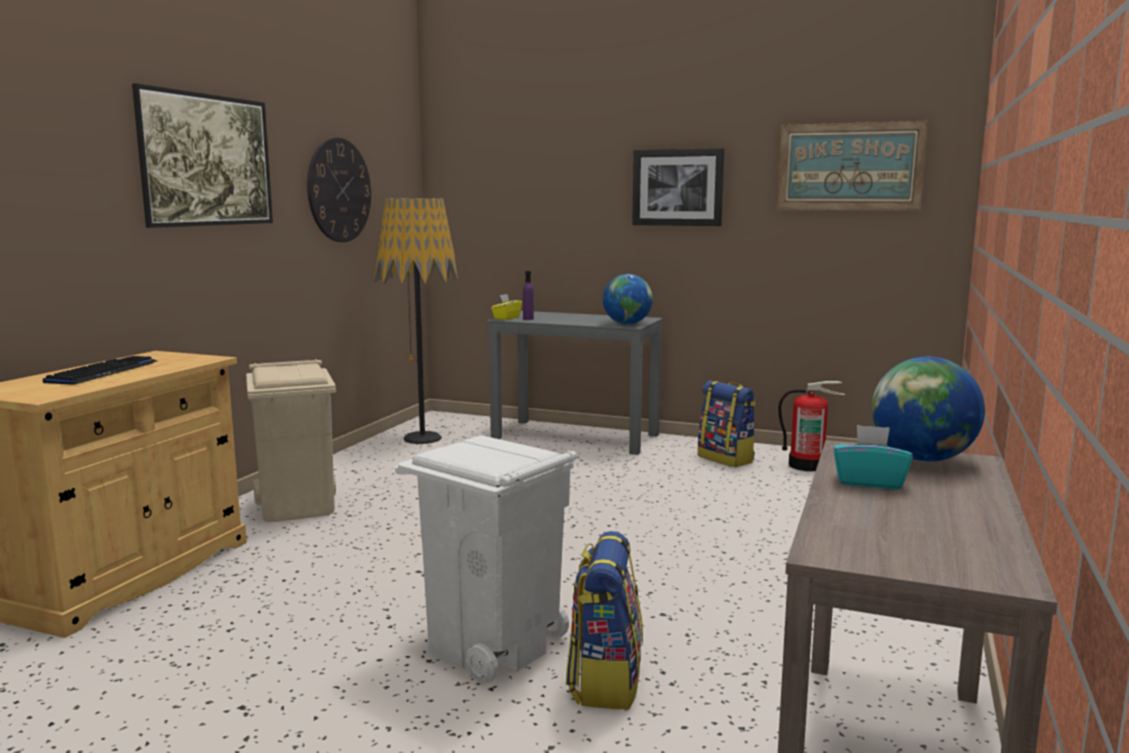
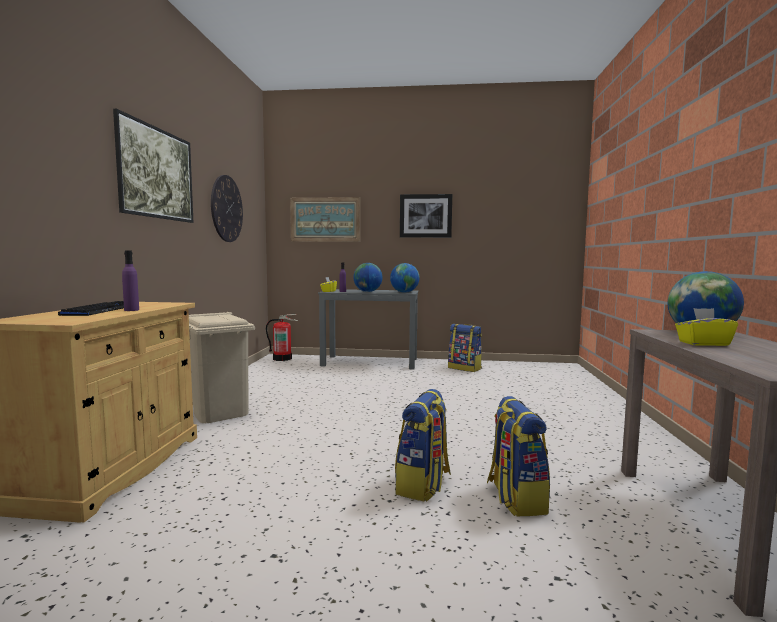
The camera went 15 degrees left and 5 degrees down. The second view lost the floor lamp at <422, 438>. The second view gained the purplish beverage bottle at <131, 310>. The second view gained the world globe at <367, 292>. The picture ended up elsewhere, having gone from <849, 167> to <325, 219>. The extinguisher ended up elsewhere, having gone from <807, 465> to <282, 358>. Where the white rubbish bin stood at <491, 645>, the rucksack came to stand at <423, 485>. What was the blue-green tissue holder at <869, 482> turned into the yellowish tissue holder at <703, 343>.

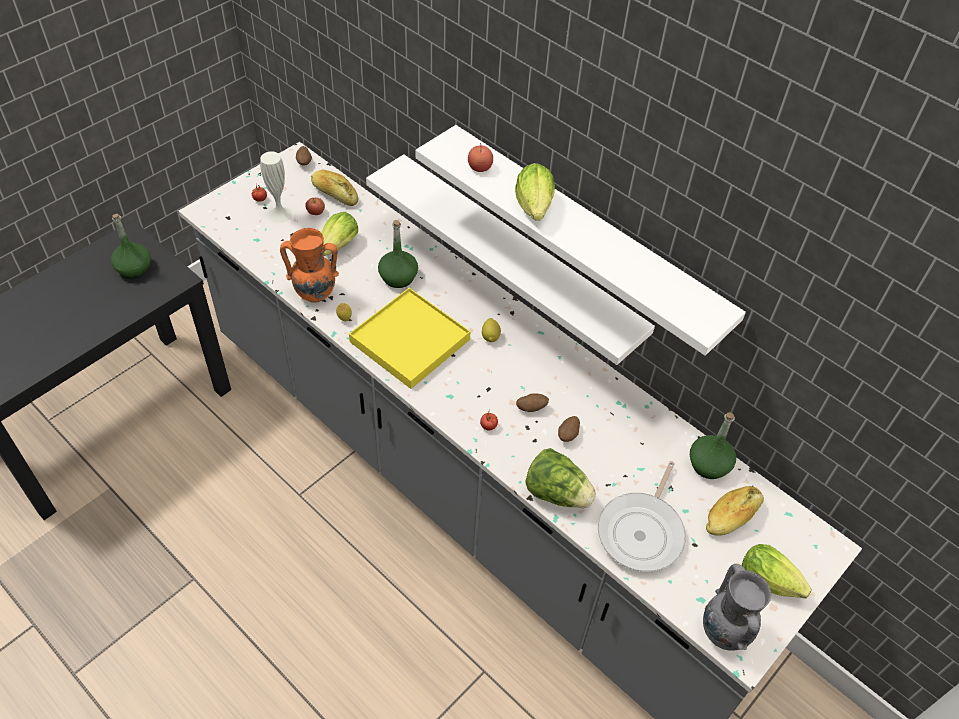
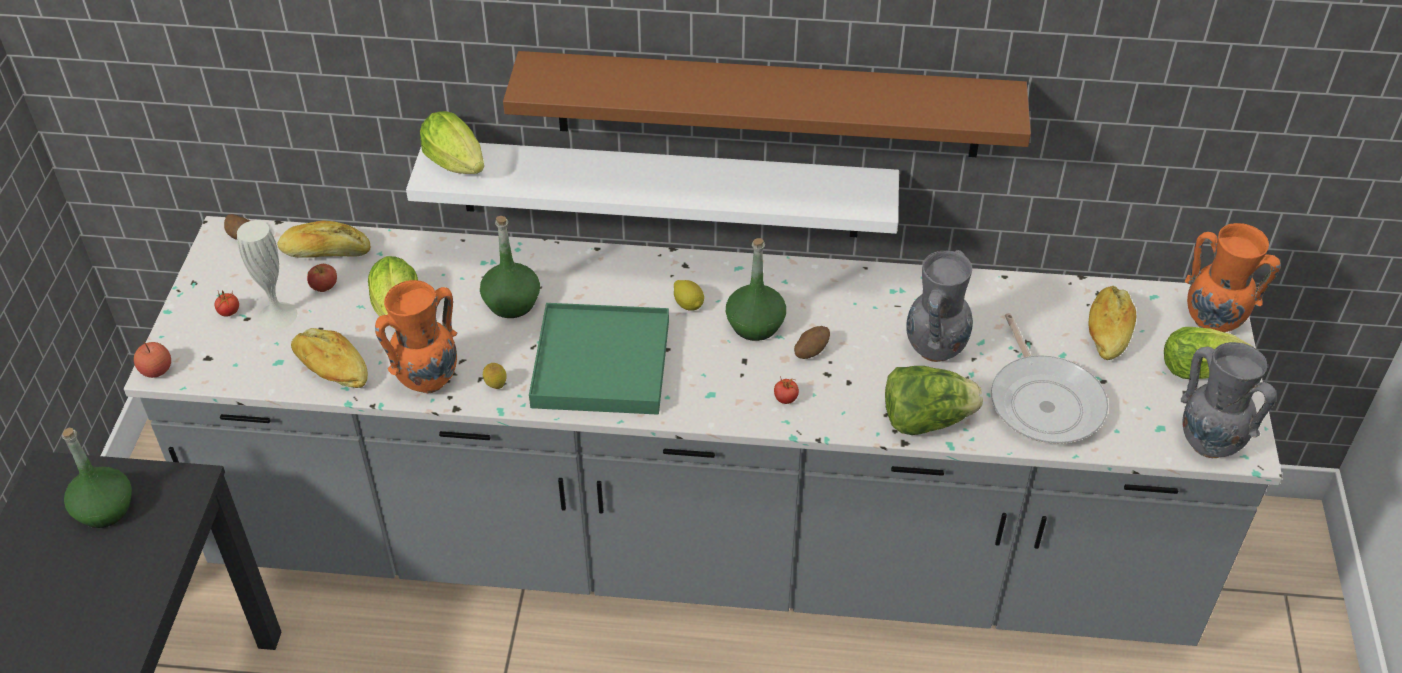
The camera went 35 degrees left and 5 degrees down. The second view lost the spud at <568, 435>. The second view gained the baked bread at <331, 369>. The second view gained the grey vase at <934, 350>. The second view gained the orange-coloured vase at <1213, 323>. The apple fruit ended up elsewhere, having gone from <480, 167> to <156, 370>. The head of lettuce ended up elsewhere, having gone from <534, 209> to <458, 166>. The green-coloured beverage bottle ended up elsewhere, having gone from <708, 464> to <755, 325>. What was the yellowish serving tray at <410, 341> turned into the green-coloured serving tray at <602, 363>. What was the white shelf at <584, 236> turned into the brown shelf at <768, 104>.

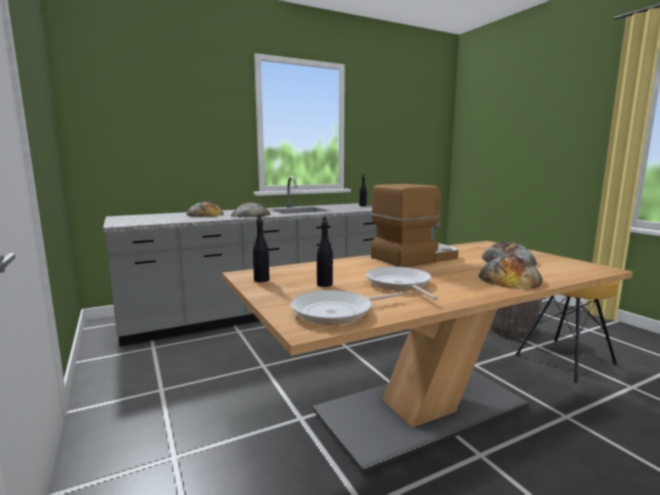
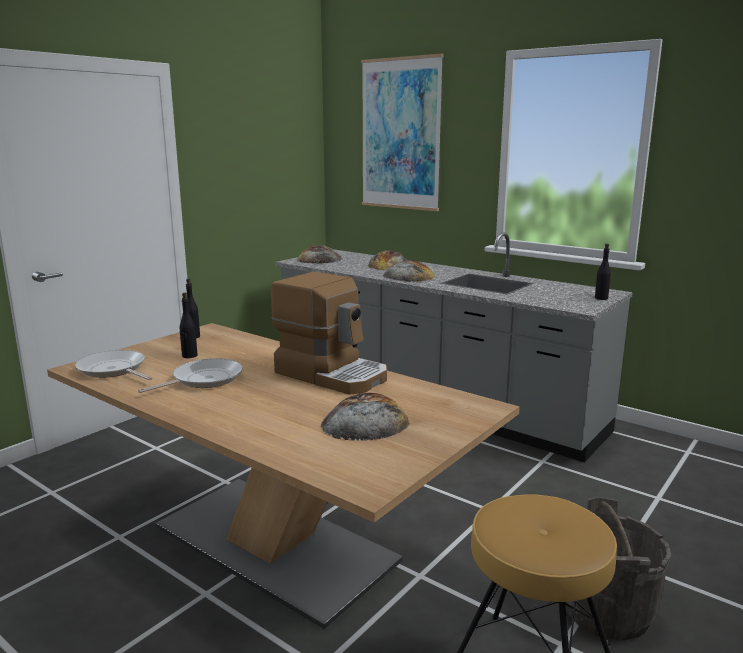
The camera went 65 degrees right and 5 degrees up. The second view gained the picture at <400, 134>. The baked bread ended up elsewhere, having gone from <510, 278> to <319, 259>.

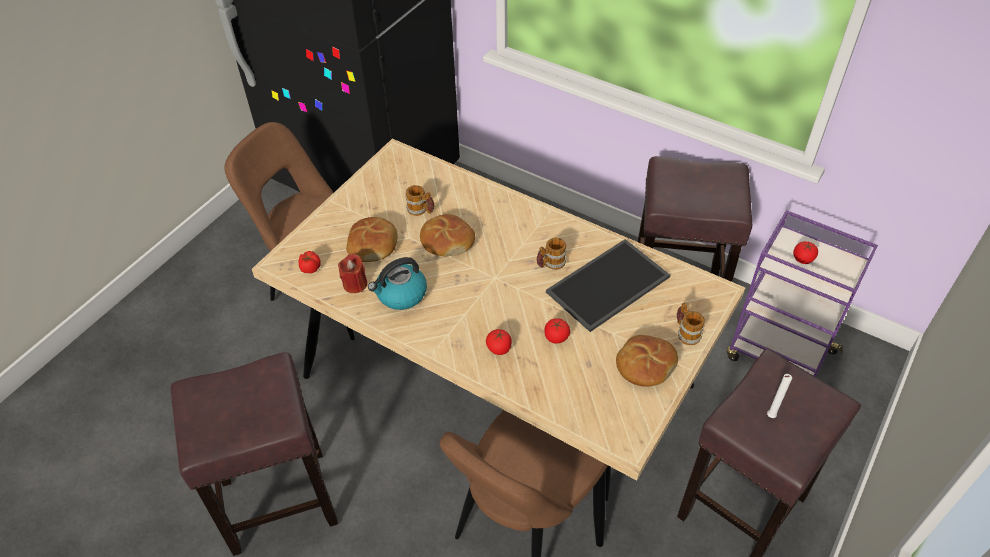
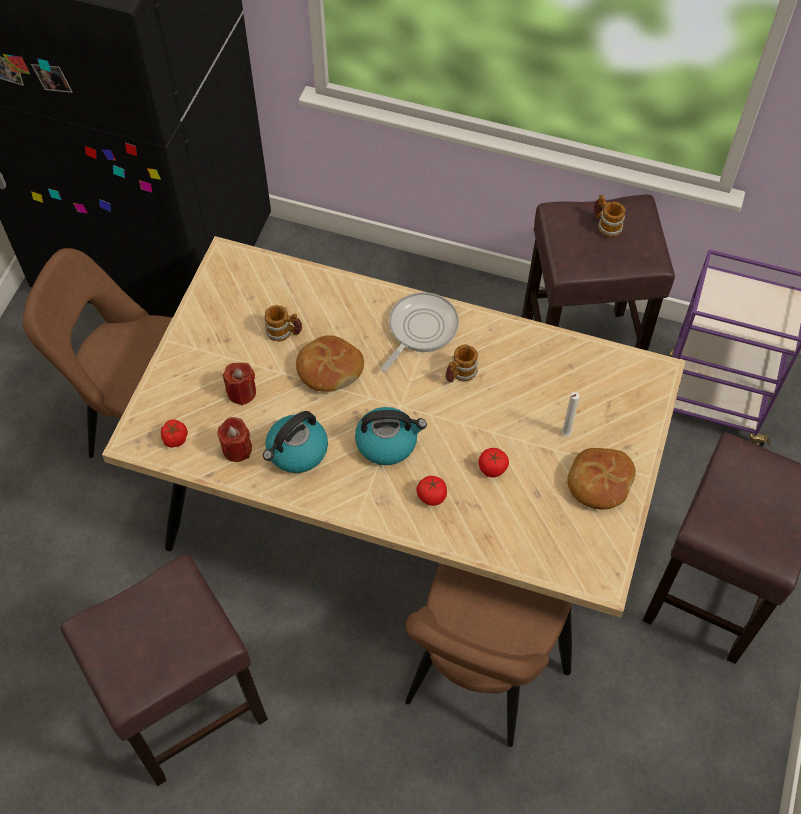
The camera went 15 degrees left and 10 degrees up. The second view lost the serving tray at <608, 286>. The second view lost the fresh tomato at <803, 259>. The second view gained the water kettle at <387, 442>. The second view gained the skillet at <420, 329>. The tea mug ended up elsewhere, having gone from <686, 332> to <606, 225>. The white wax candle ended up elsewhere, having gone from <769, 417> to <564, 434>. Where the baked bread stood at <373, 245>, the reddish wax candle came to stand at <241, 392>.

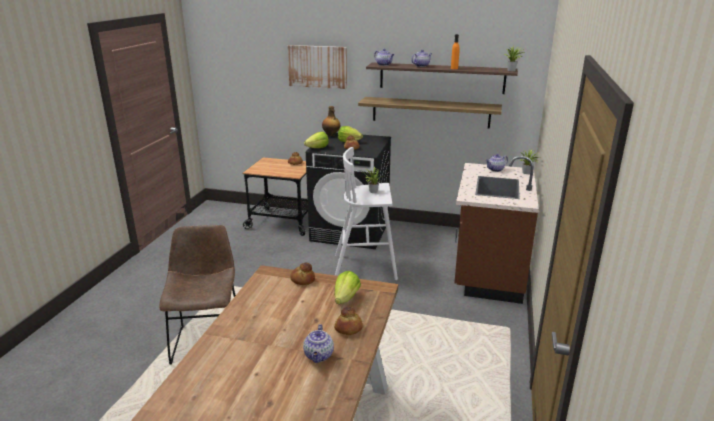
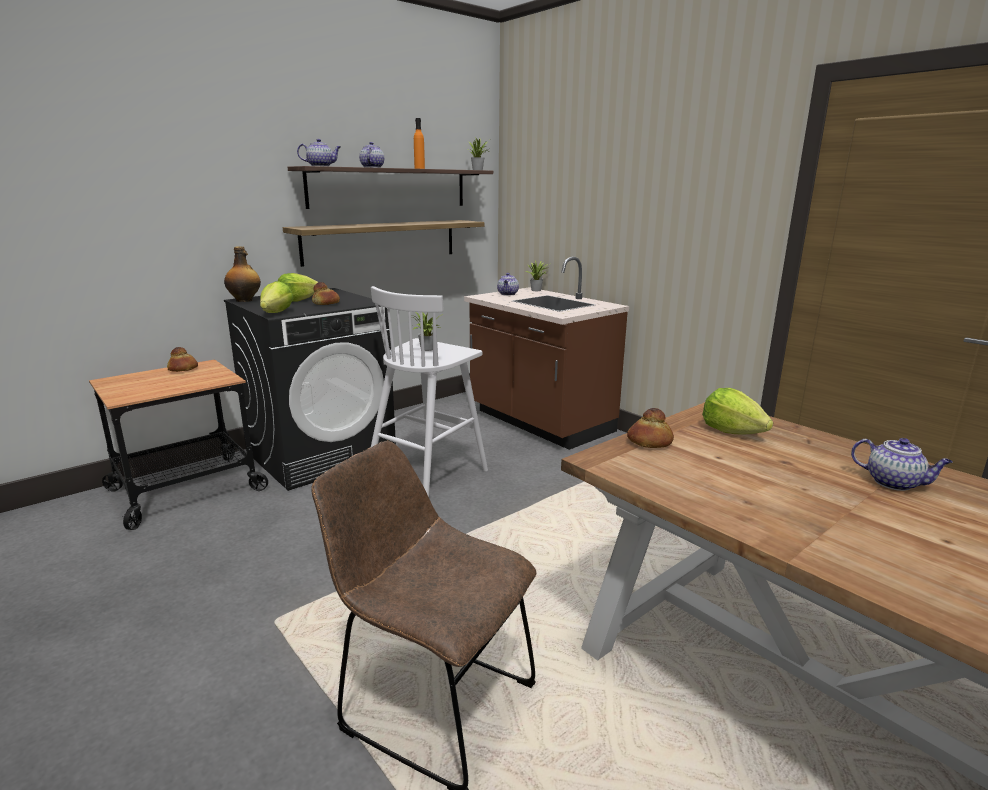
The camera went 55 degrees left and 5 degrees down. The second view lost the picture at <317, 66>. The second view lost the baked bread at <348, 328>.

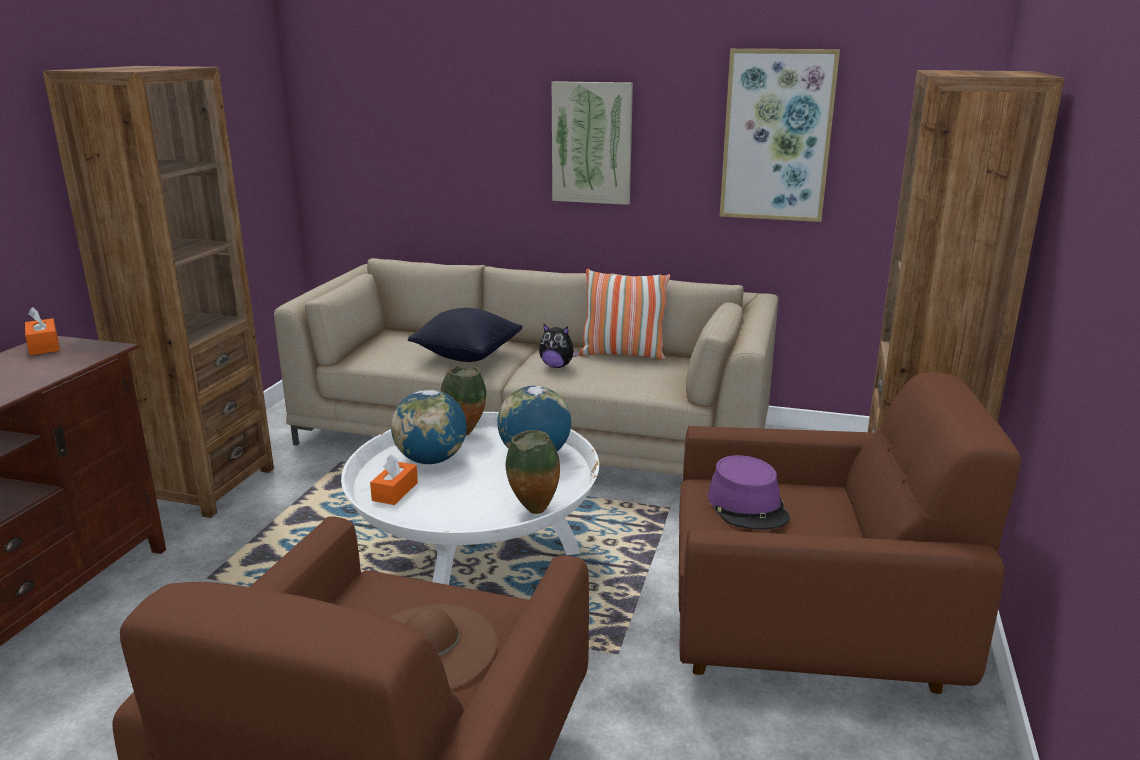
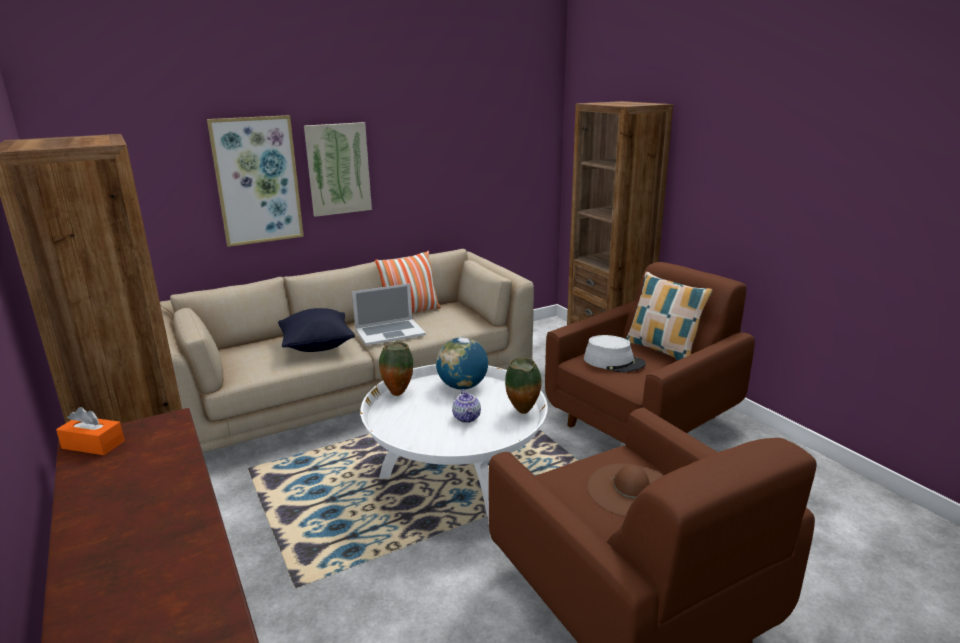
The camera went 45 degrees left and 0 degrees up. The second view lost the orange-coloured tissue holder at <395, 492>. The second view lost the world globe at <431, 460>. The second view gained the teapot at <467, 418>. The second view gained the pillow at <662, 350>. The picture ended up elsewhere, having gone from <777, 136> to <257, 181>. Where the soft toy stood at <557, 366>, the portable computer came to stand at <389, 332>. What was the purplish hat at <748, 506> turned into the grey hat at <614, 362>.

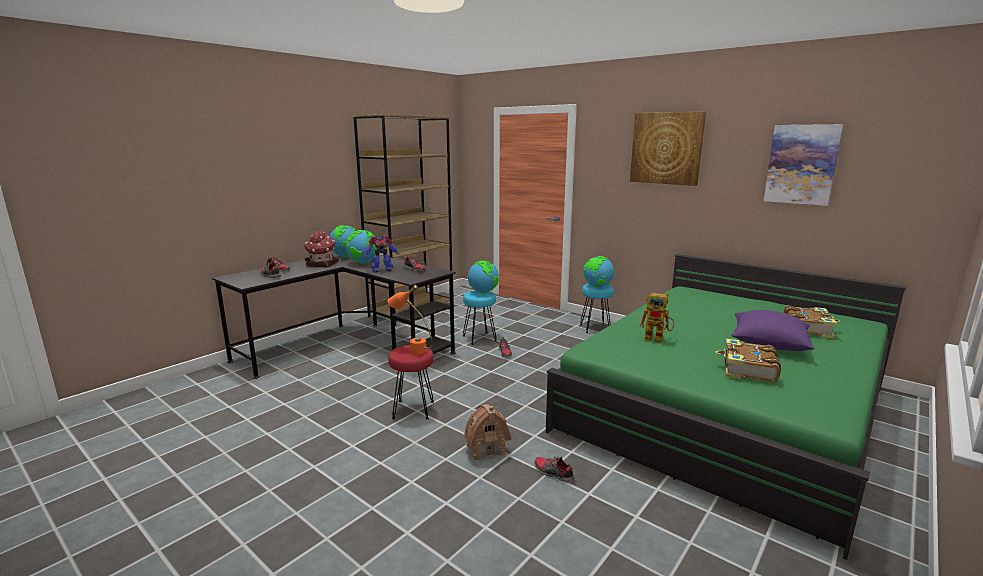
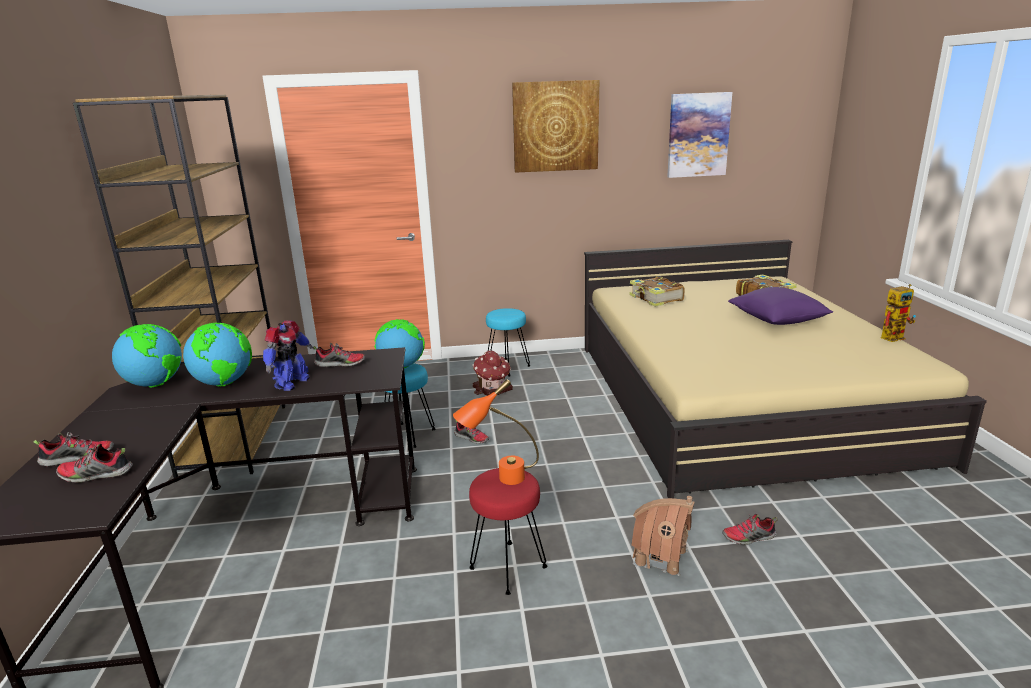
The camera went 45 degrees left and 5 degrees up. The second view lost the world globe at <597, 286>. The toy house ended up elsewhere, having gone from <322, 264> to <492, 389>. The toy robot ended up elsewhere, having gone from <658, 339> to <894, 336>. The volume ended up elsewhere, having gone from <747, 370> to <656, 299>. What was the green-coloured sleeping bed at <727, 408> turned into the beige sleeping bed at <736, 398>.

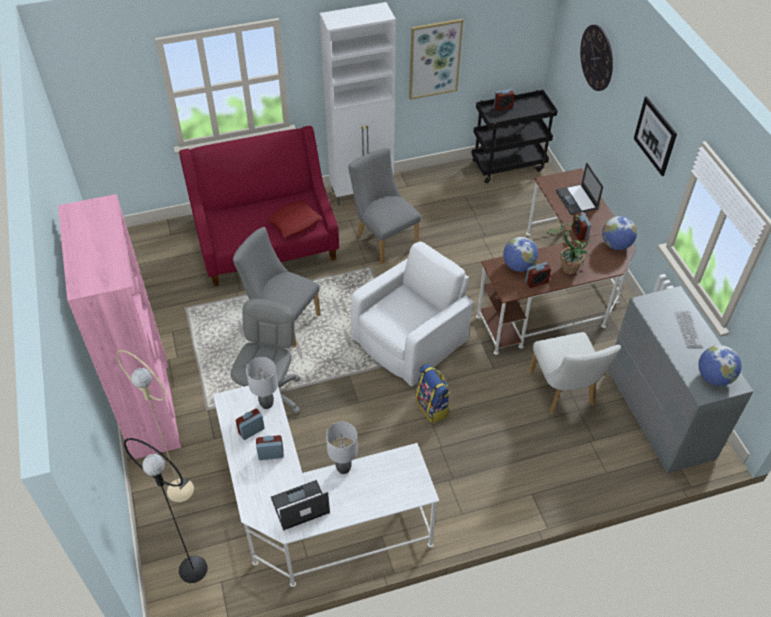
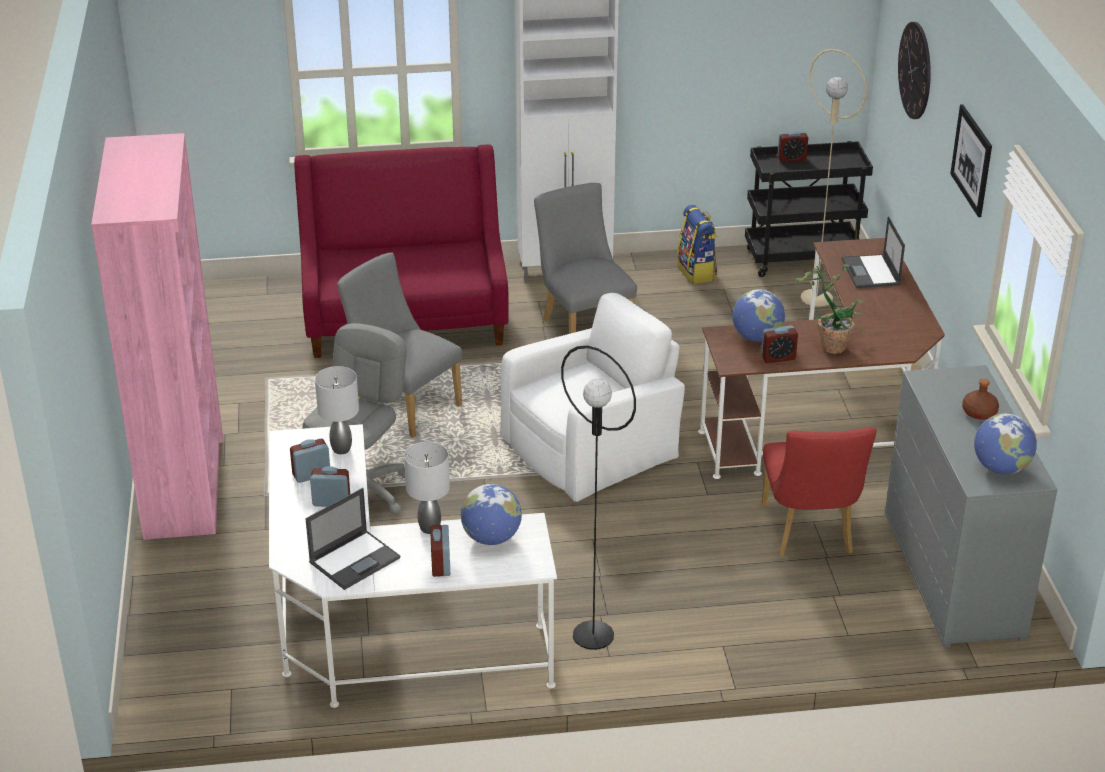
The camera went 10 degrees right and 15 degrees down. The second view lost the reddish pillow at <294, 222>. The second view lost the picture at <434, 59>. The beige floor lamp ended up elsewhere, having gone from <180, 490> to <817, 298>. The black floor lamp ended up elsewhere, having gone from <193, 569> to <593, 635>. The rucksack ended up elsewhere, having gone from <432, 407> to <697, 272>. The table clock ended up elsewhere, having gone from <579, 233> to <441, 565>. The world globe ended up elsewhere, having gone from <616, 245> to <491, 538>. Where the PC keyboard stood at <687, 329>, the brown beverage bottle came to stand at <979, 412>. What was the white plain chair at <564, 392> turned into the reddish plain chair at <809, 534>. The portable computer at <299, 505> ended up facing another way, 150 degrees clockwise from before.

